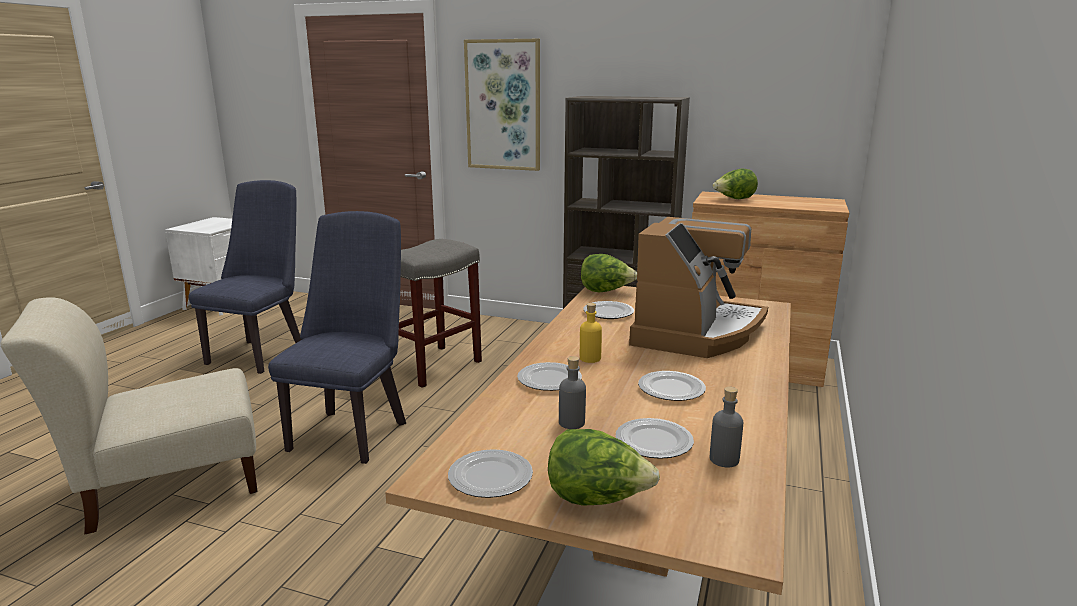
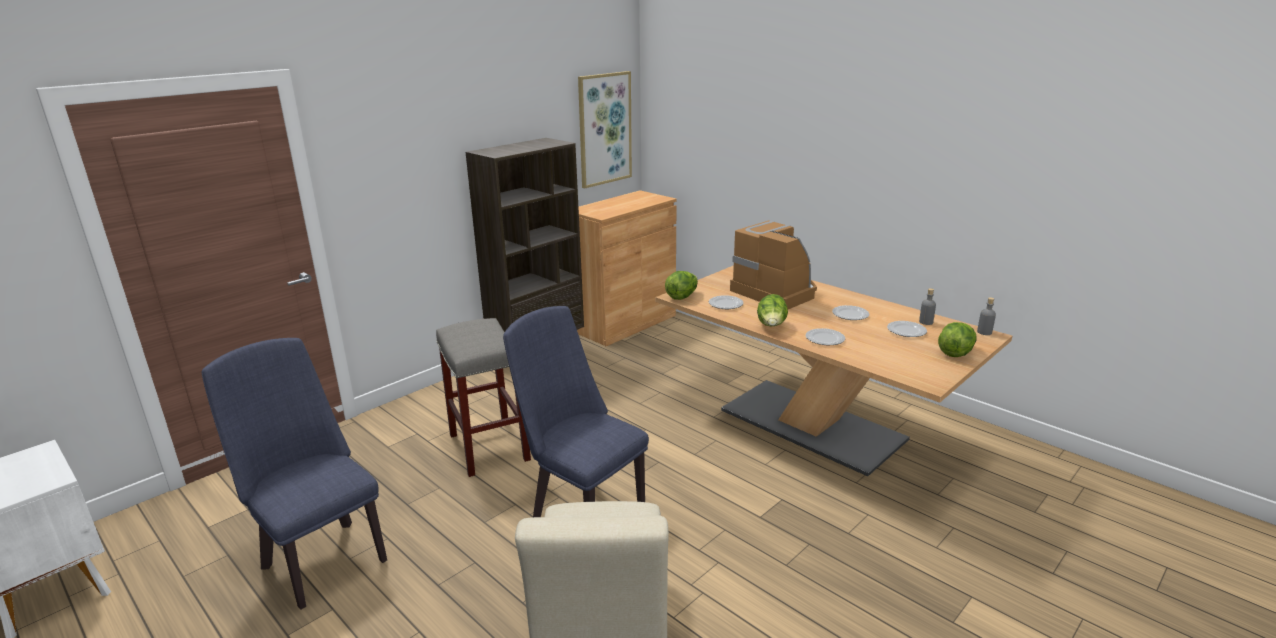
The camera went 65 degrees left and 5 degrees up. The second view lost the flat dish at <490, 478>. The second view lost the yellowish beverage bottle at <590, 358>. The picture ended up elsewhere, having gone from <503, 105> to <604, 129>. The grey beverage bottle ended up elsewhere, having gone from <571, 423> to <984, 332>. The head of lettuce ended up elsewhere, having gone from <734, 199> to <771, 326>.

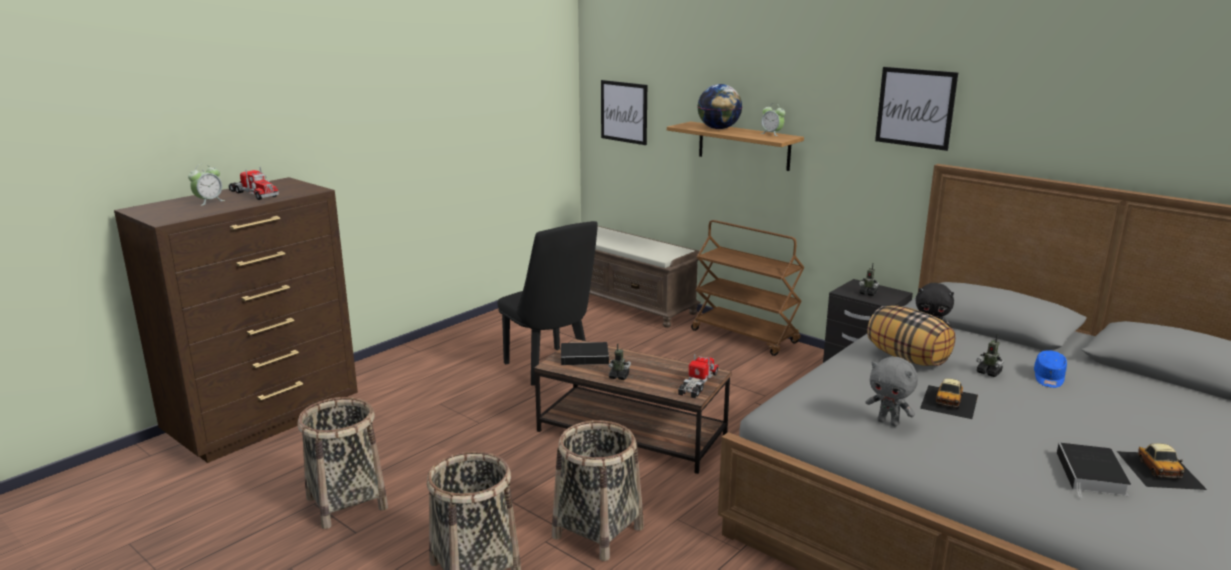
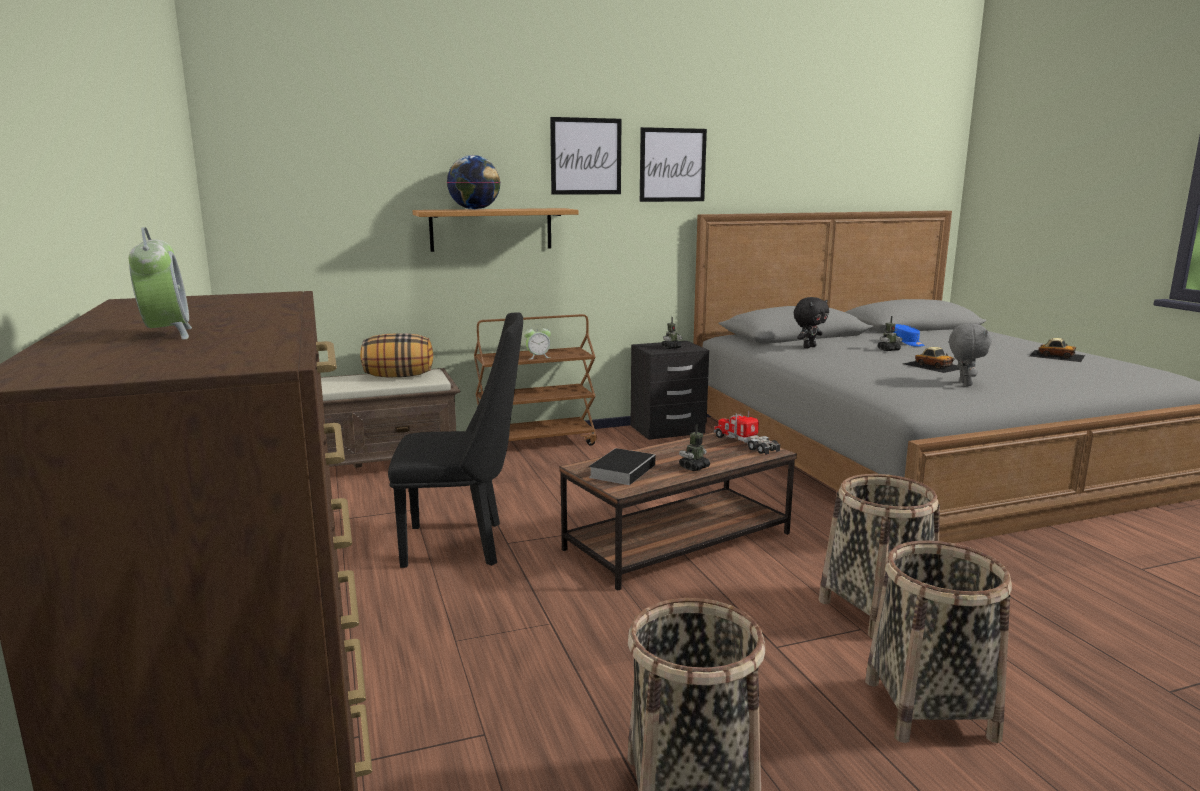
The camera went 60 degrees left and 5 degrees down. The second view lost the model truck at <253, 194>. The second view lost the volume at <1092, 475>. The picture ended up elsewhere, having gone from <624, 112> to <586, 156>. The table clock ended up elsewhere, having gone from <772, 134> to <538, 357>. The pillow ended up elsewhere, having gone from <908, 358> to <399, 376>. The grey soft toy at <888, 422> ended up facing another way, 60 degrees counterclockwise from before.

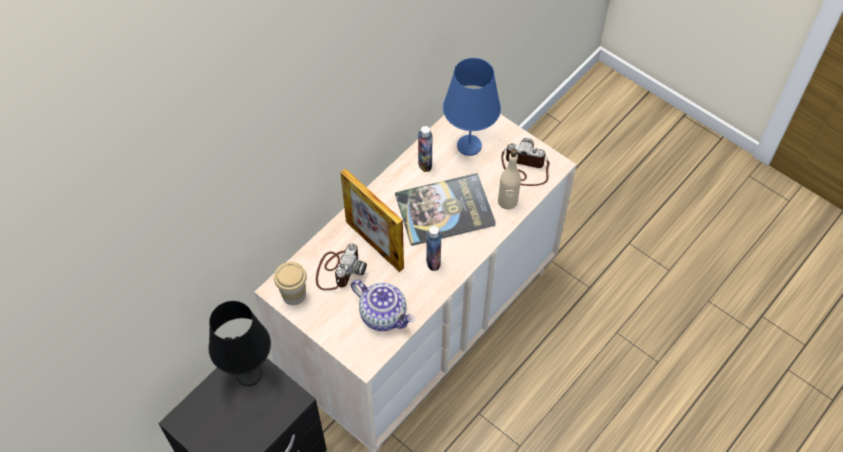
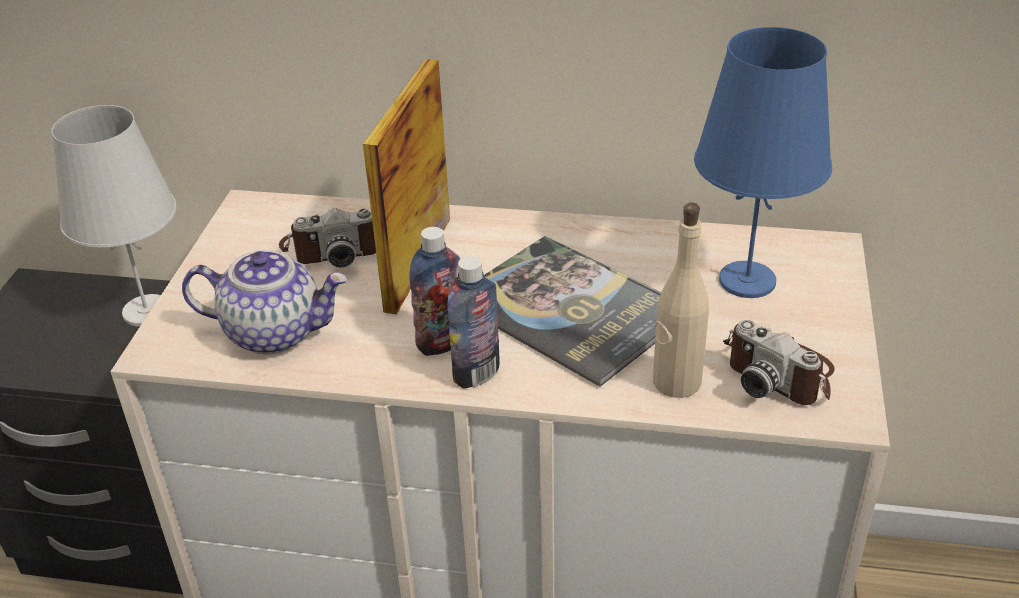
The camera went 60 degrees right and 20 degrees down. The second view lost the small cup at <294, 294>. The beverage bottle ended up elsewhere, having gone from <425, 163> to <476, 373>. What was the black tabletop lamp at <248, 374> turned into the white tabletop lamp at <146, 311>. The teapot at <384, 315> ended up facing another way, 90 degrees counterclockwise from before. The photo camera at <524, 169> ended up facing another way, 150 degrees clockwise from before.

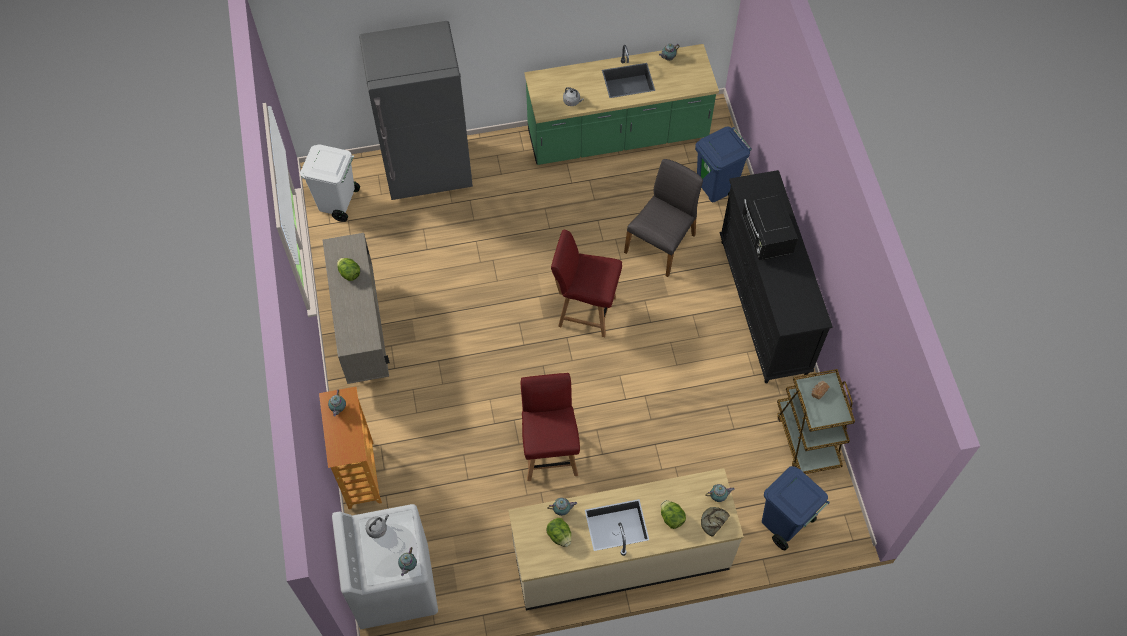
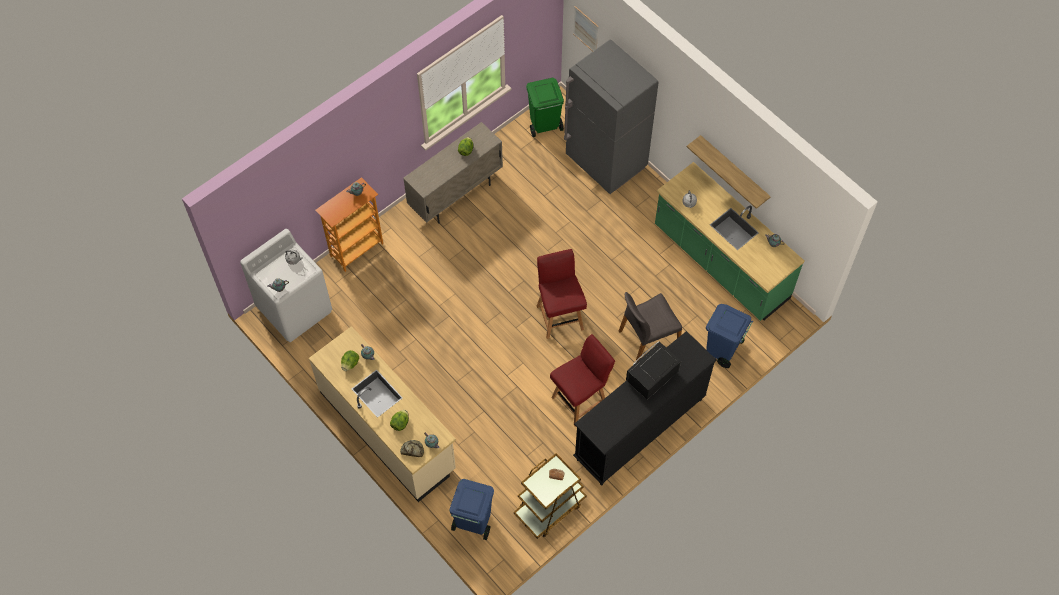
The camera went 60 degrees right and 0 degrees up. The second view gained the picture at <585, 30>. The second view gained the shelf at <733, 171>. The reddish plain chair ended up elsewhere, having gone from <550, 453> to <580, 400>. What was the white rubbish bin at <338, 203> turned into the green-coloured rubbish bin at <544, 125>. The grey plain chair at <661, 243> ended up facing another way, 150 degrees clockwise from before.

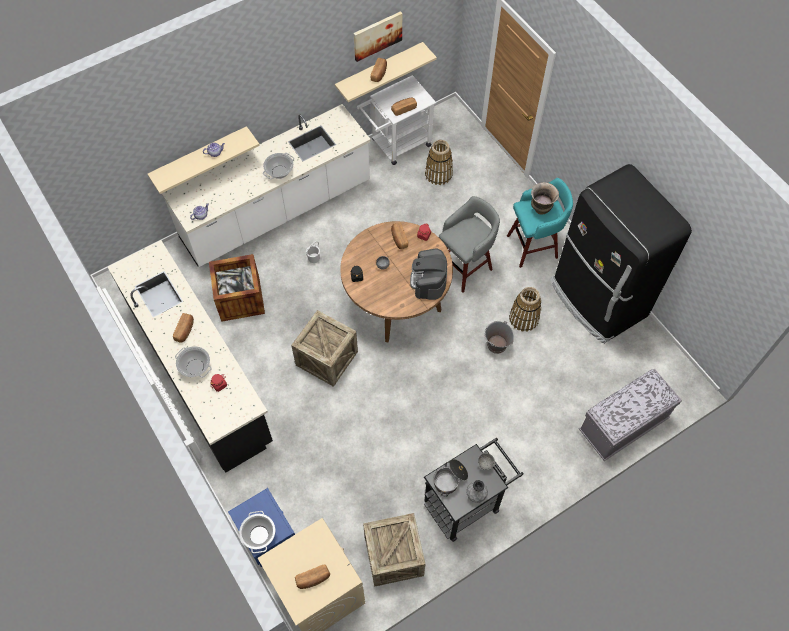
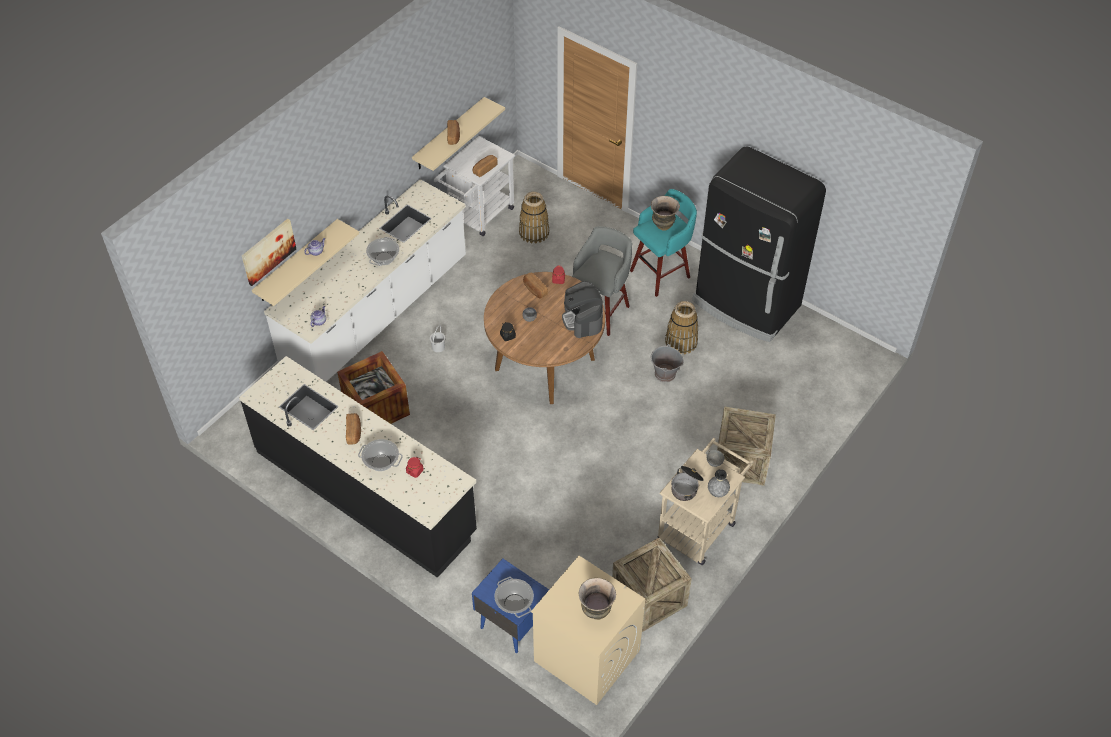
The camera went 20 degrees left and 10 degrees down. The second view lost the grey long seat at <623, 425>. The packing crate ended up elsewhere, having gone from <326, 358> to <741, 460>. The picture ended up elsewhere, having gone from <377, 35> to <268, 251>. Where the baked bread stood at <313, 579>, the vase came to stand at <595, 611>. What was the black wheeled cart at <467, 502> turned into the beige wheeled cart at <700, 526>.

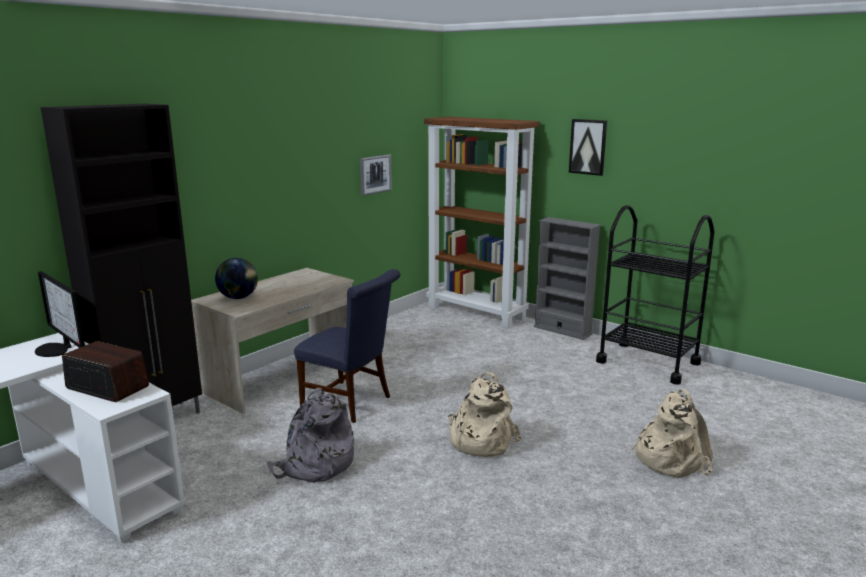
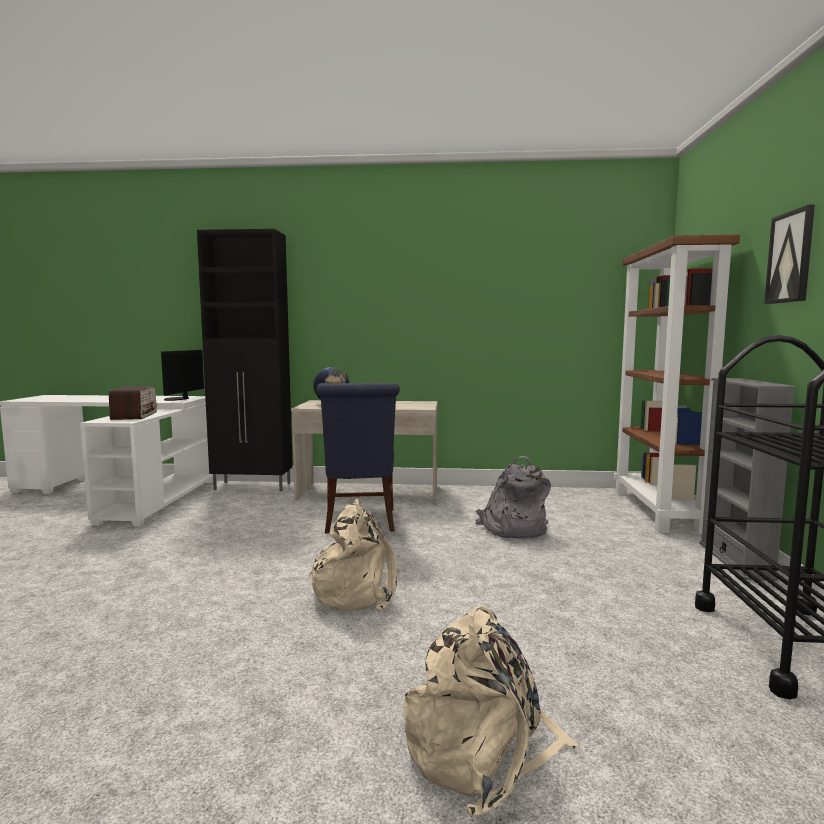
The camera went 55 degrees right and 10 degrees down. The second view lost the picture at <375, 174>. The grey rucksack ended up elsewhere, having gone from <314, 465> to <513, 529>.

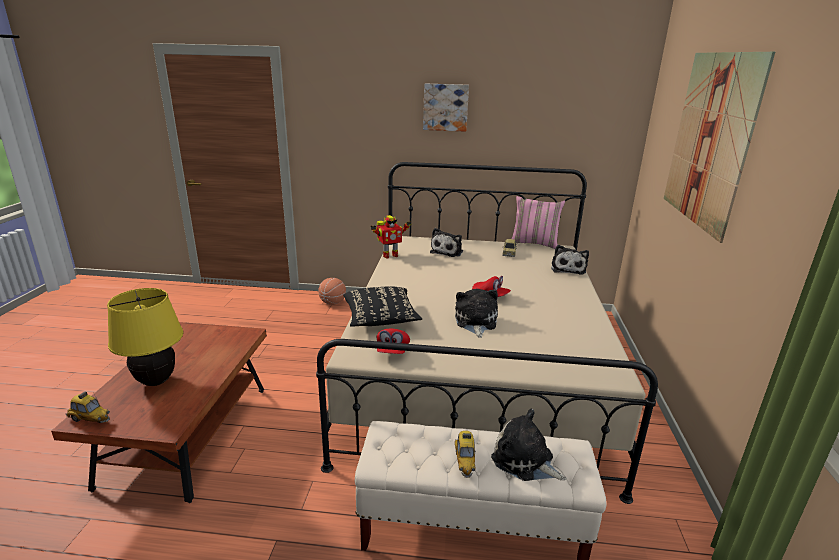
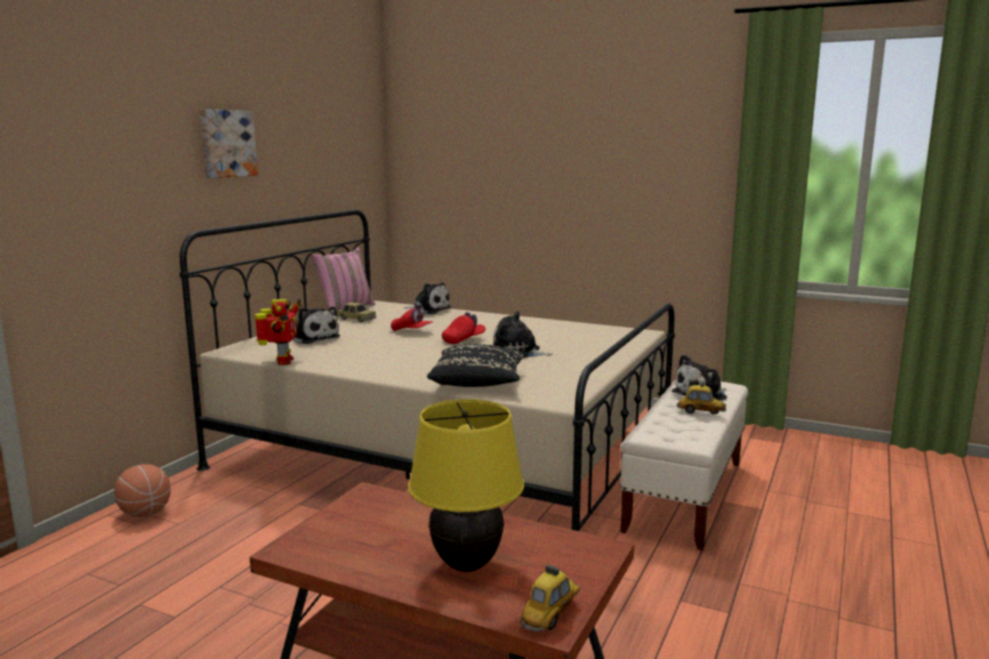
The camera went 70 degrees left and 10 degrees down. The second view lost the picture at <709, 140>. The reddish cap ended up elsewhere, having gone from <392, 351> to <412, 331>.

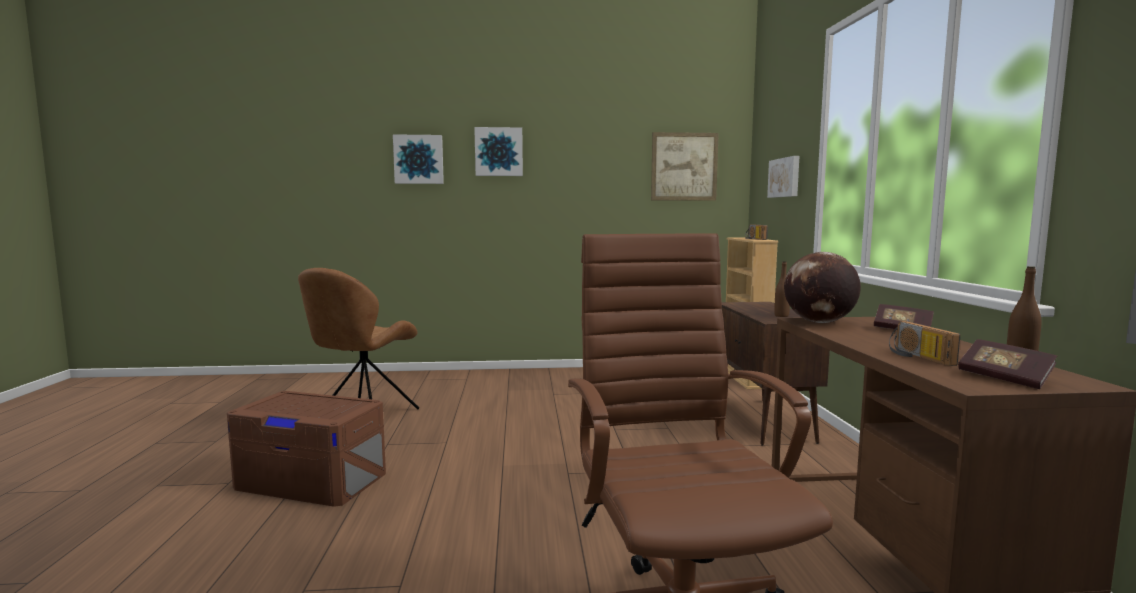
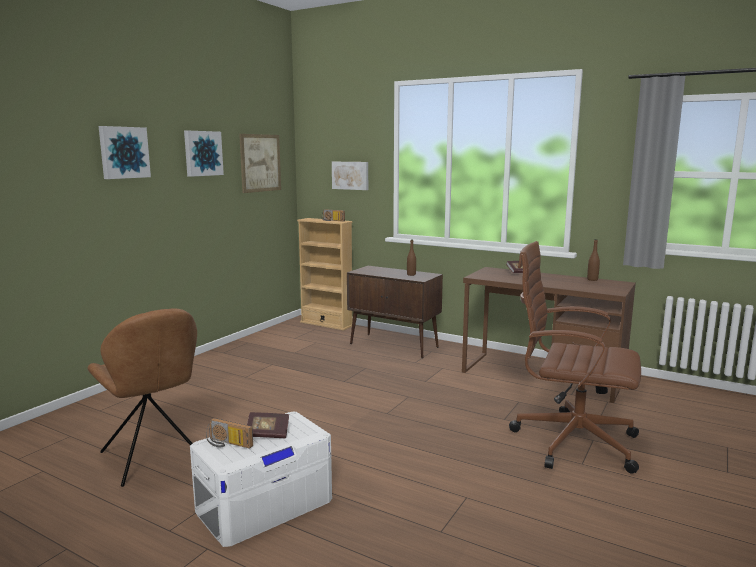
The camera went 55 degrees left and 5 degrees up. The second view lost the world globe at <819, 322>. The picture ended up elsewhere, having gone from <419, 159> to <202, 153>. The radio ended up elsewhere, having gone from <917, 357> to <227, 444>. The volume ended up elsewhere, having gone from <1004, 378> to <267, 433>. What was the brown storage container at <311, 480> turned into the white storage container at <264, 505>.

